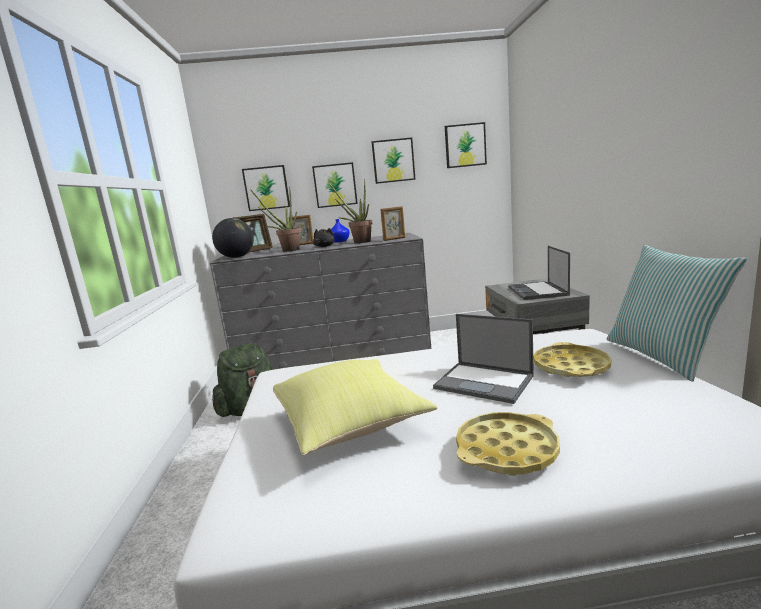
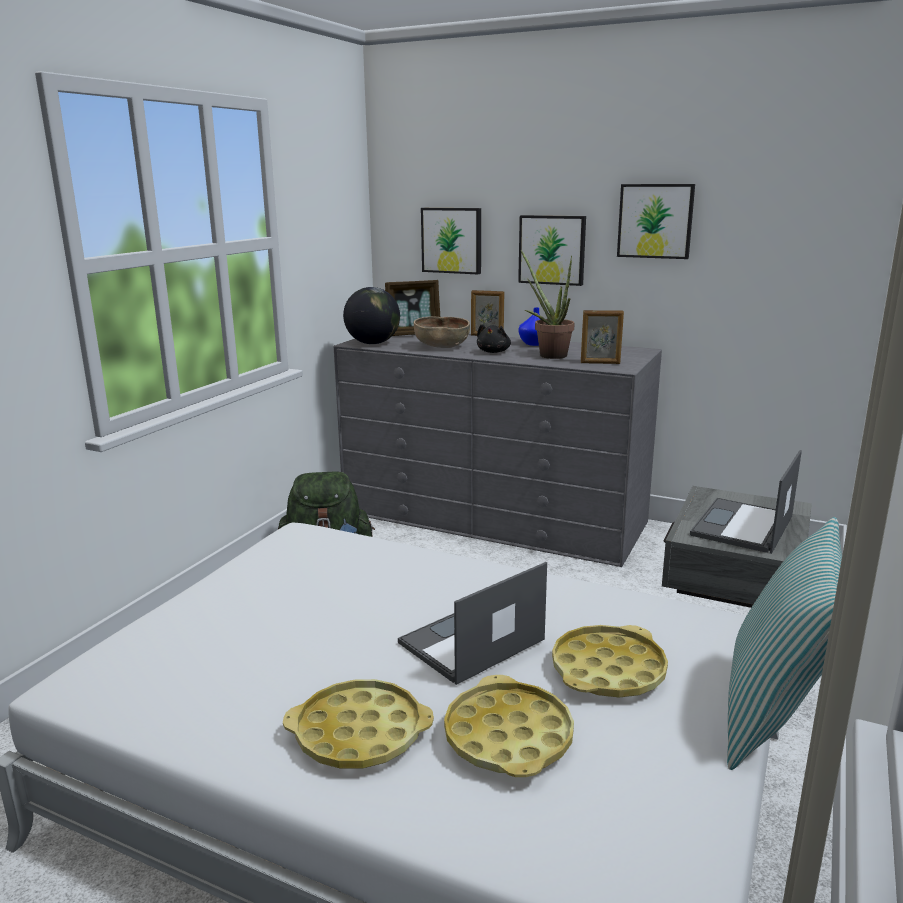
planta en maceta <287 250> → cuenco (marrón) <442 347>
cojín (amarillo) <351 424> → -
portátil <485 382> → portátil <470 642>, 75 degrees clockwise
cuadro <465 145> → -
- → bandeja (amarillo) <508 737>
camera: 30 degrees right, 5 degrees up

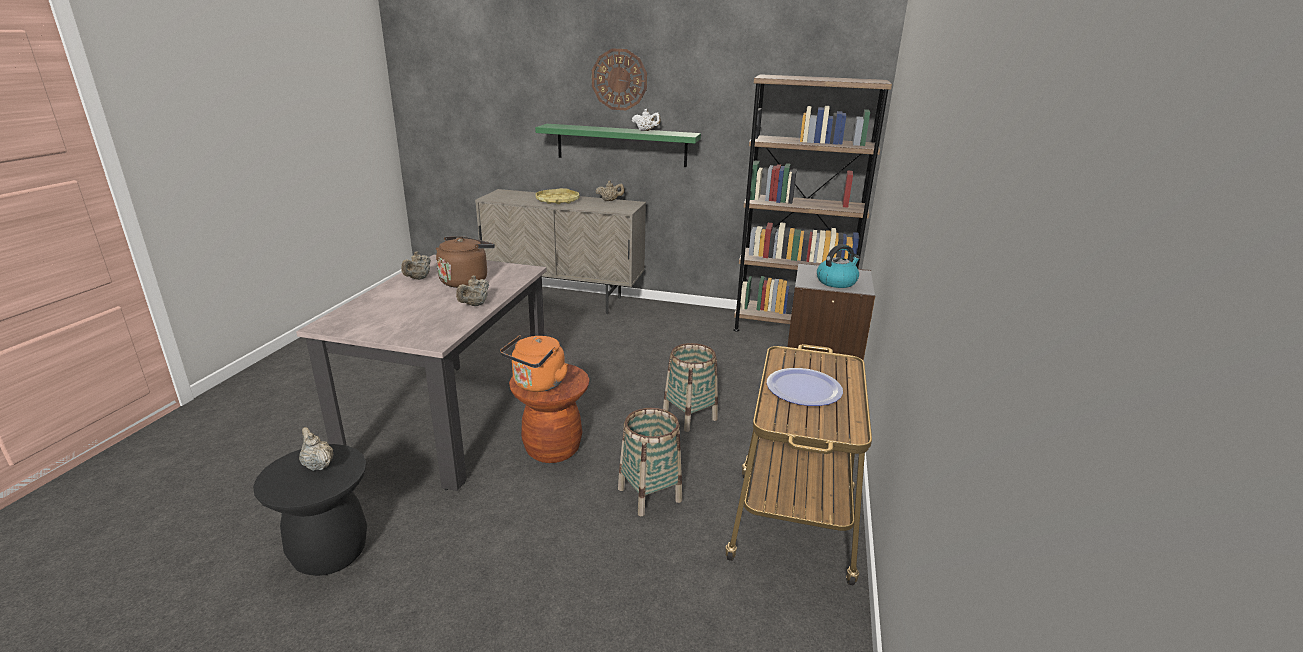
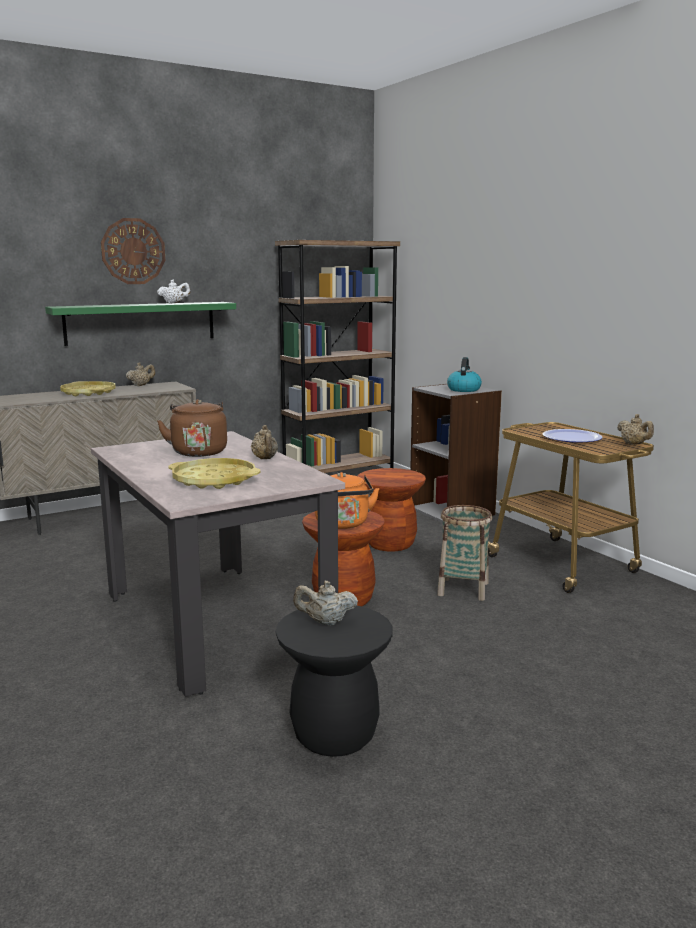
tetera (beis) <418 278> → tetera (beis) <634 444>, relocated
cesta <689 416> → taburete (marrón) <390 544>
- → bandeja (amarillo) <214 480>
camera: 45 degrees left, 10 degrees down

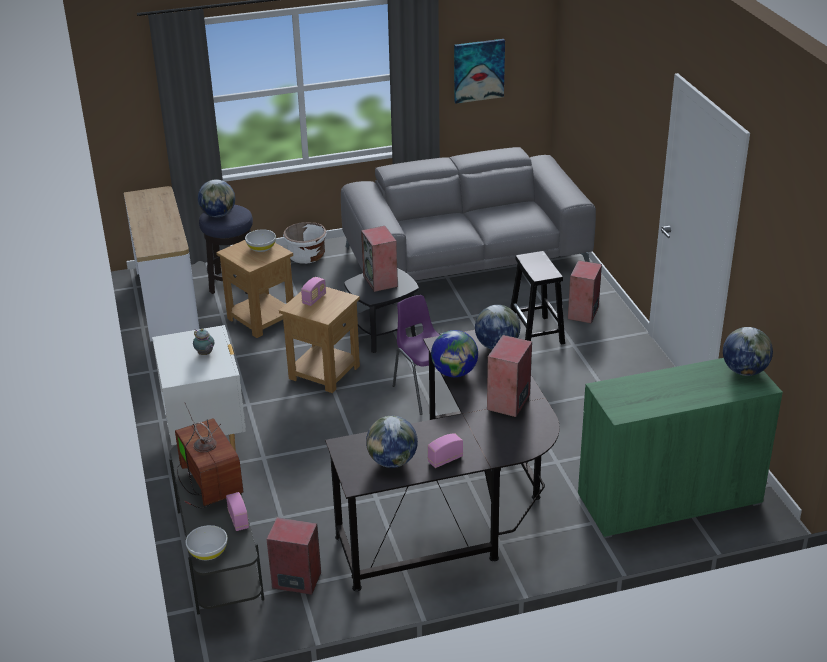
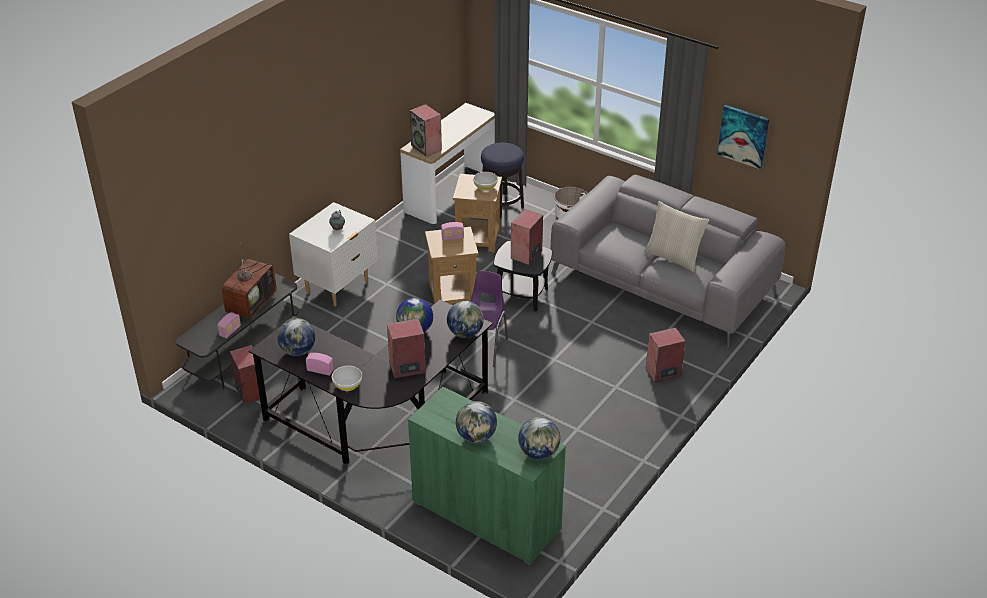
cuenco (blanco) <208 552> → cuenco (blanco) <348 385>, relocated
globo terráqueo <218 215> → globo terráqueo <476 437>, relocated
taburete (negro) <536 333> → -
- → altavoz <427 147>
- → cojín (beis) <673 257>
camera: 50 degrees right, 5 degrees up

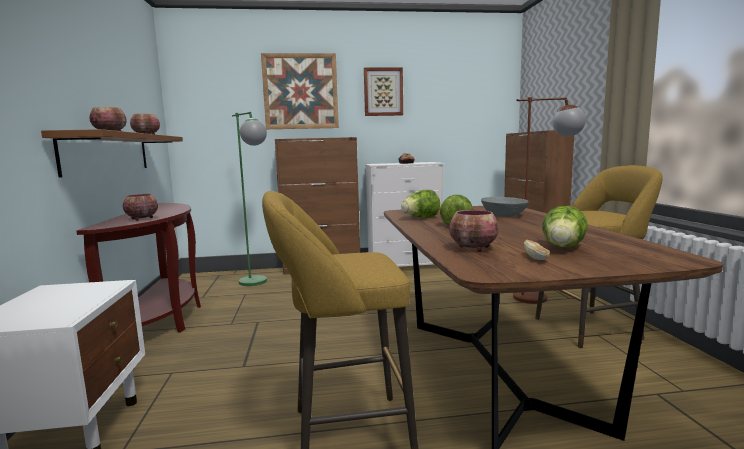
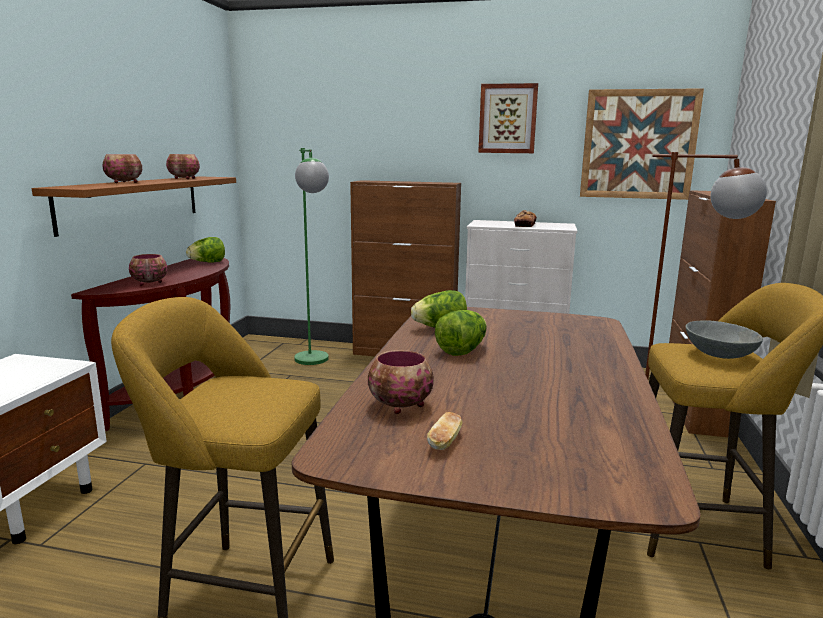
cuadro <300 91> → cuadro <638 144>, relocated
cuenco (gris) <503 216> → cuenco (gris) <718 354>, relocated
lechuga <563 248> → lechuga <207 262>, relocated
camera: 20 degrees right, 5 degrees up

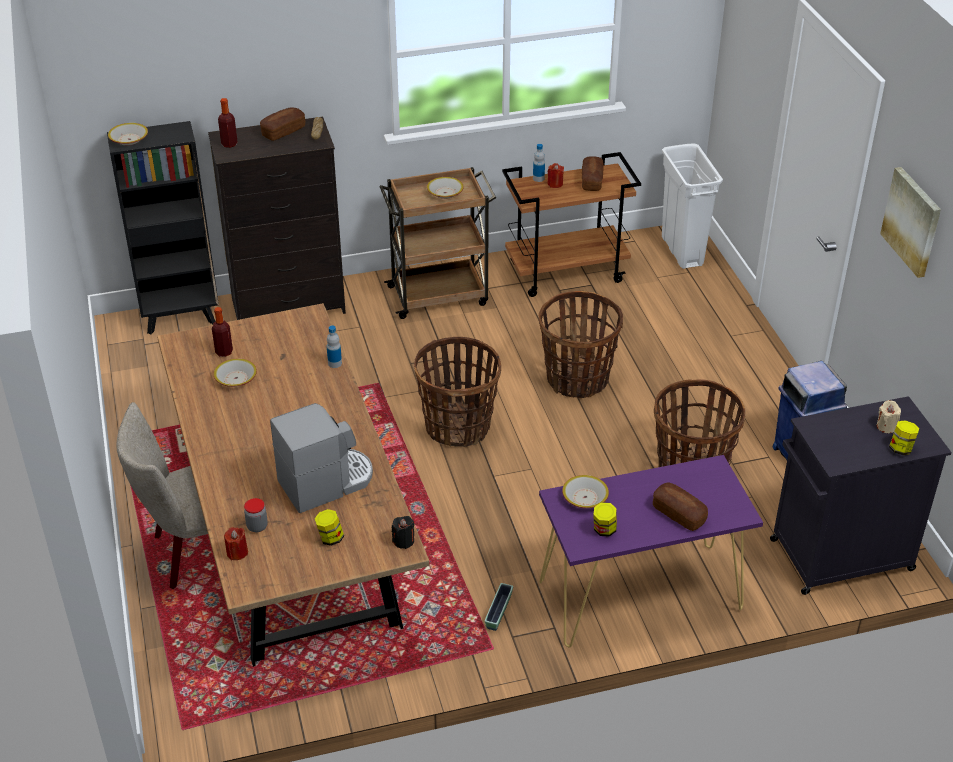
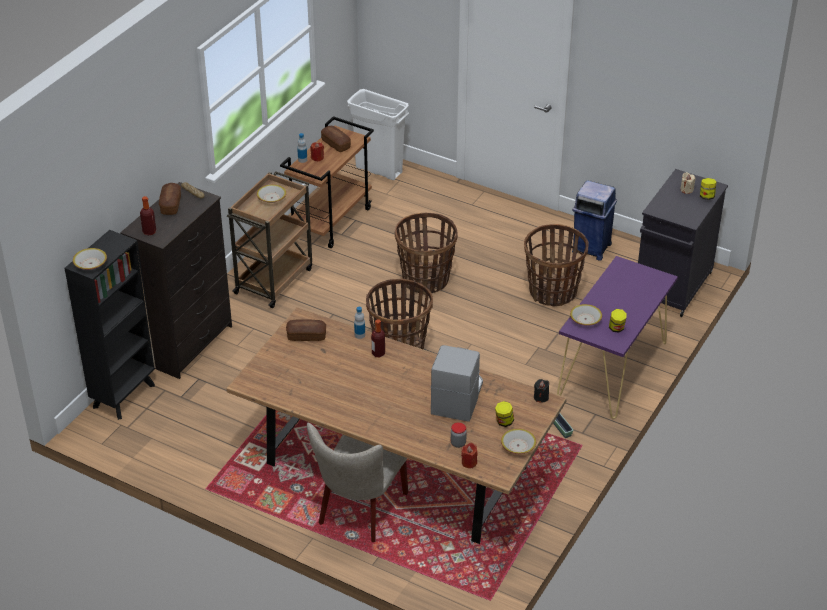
botella <224 352> → botella <378 353>, relocated
cuenco <236 378> → cuenco <518 446>, relocated
pan <679 514> → pan <306 336>, relocated
cuadro <912 221> → -
camera: 45 degrees left, 0 degrees up

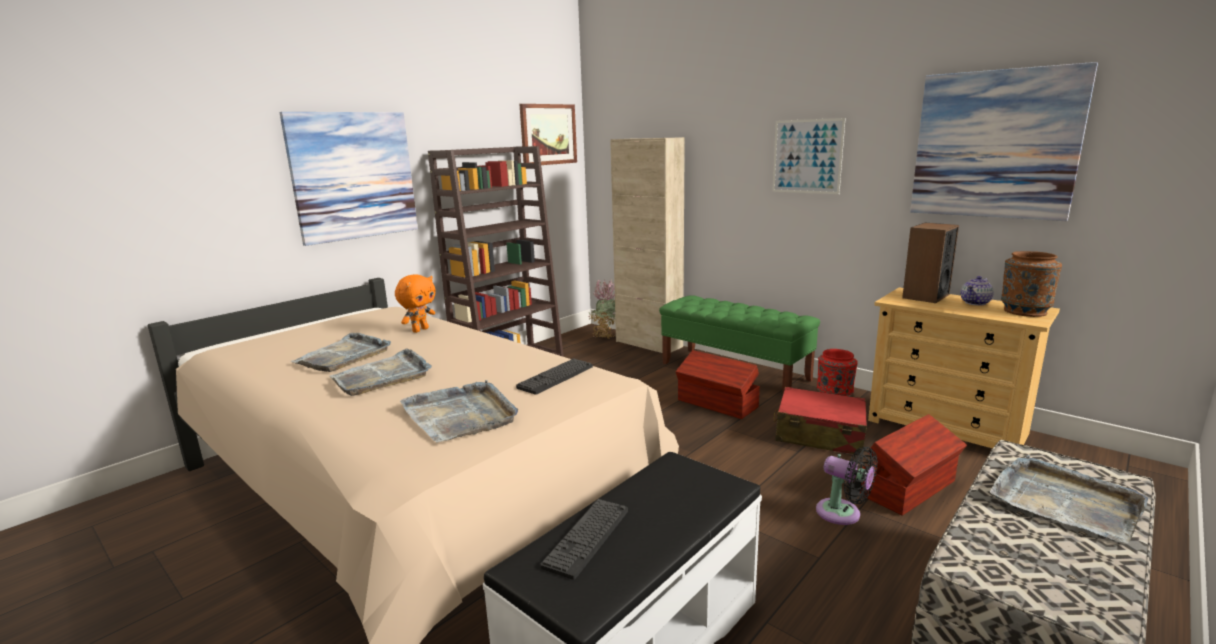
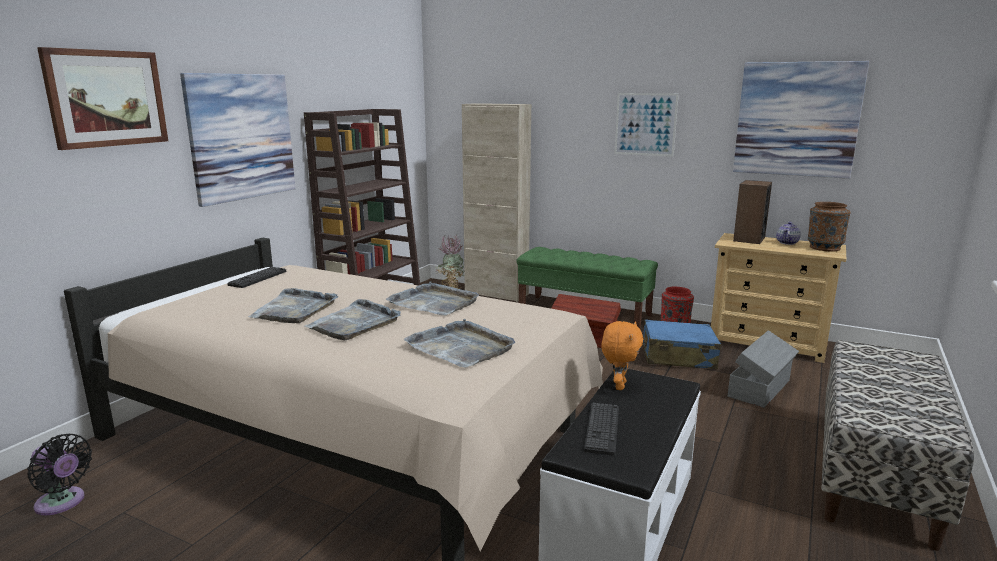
peluche (naranja) <420 330> → peluche (naranja) <618 386>, relocated
teclado <556 377> → teclado <258 278>, relocated
cuadro <548 134> → cuadro <106 98>, relocated
maleta (rojo) <819 435> → maleta (azul) <677 356>
ventilador (negro) <843 514> → ventilador (negro) <62 503>, relocated
caja de almacenaje (marrón) <909 488> → caja de almacenaje (gris) <760 388>
bandeja (gris) <1064 502> → bandeja (gris) <434 302>, relocated
camera: 15 degrees left, 0 degrees up

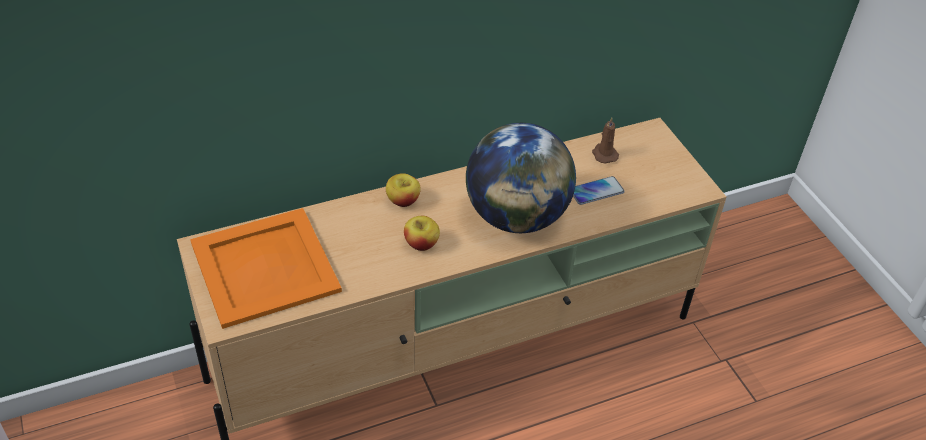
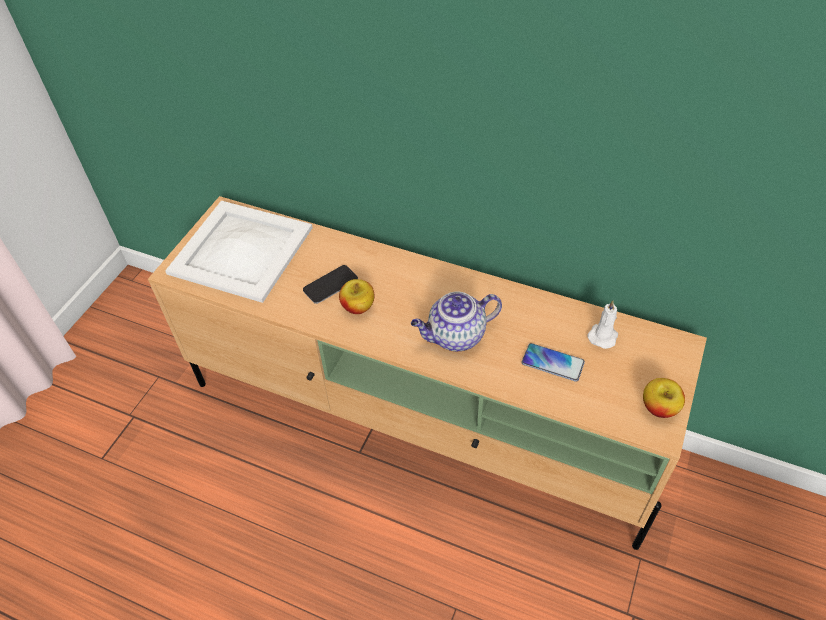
bandeja (naranja) <264 268> → bandeja (blanco) <240 251>
manzana <403 201> → manzana <659 407>, relocated
globo terráqueo <516 217> → tetera <455 337>
vela (marrón) <604 154> → vela (blanco) <603 335>
- → móvil <330 285>
camera: 50 degrees right, 5 degrees up

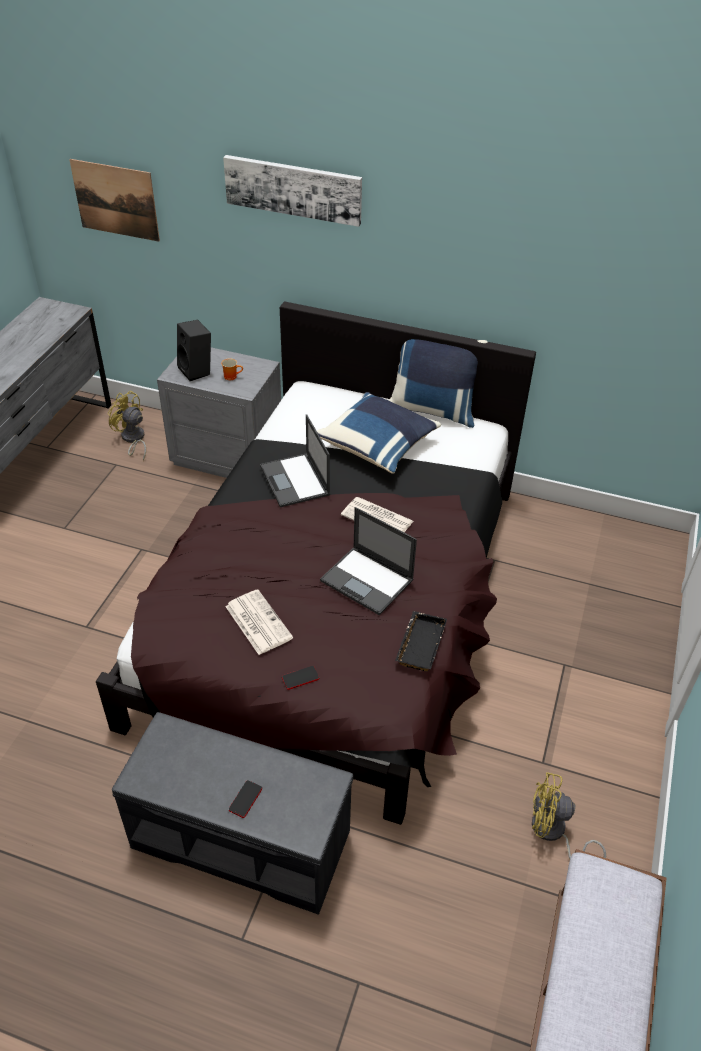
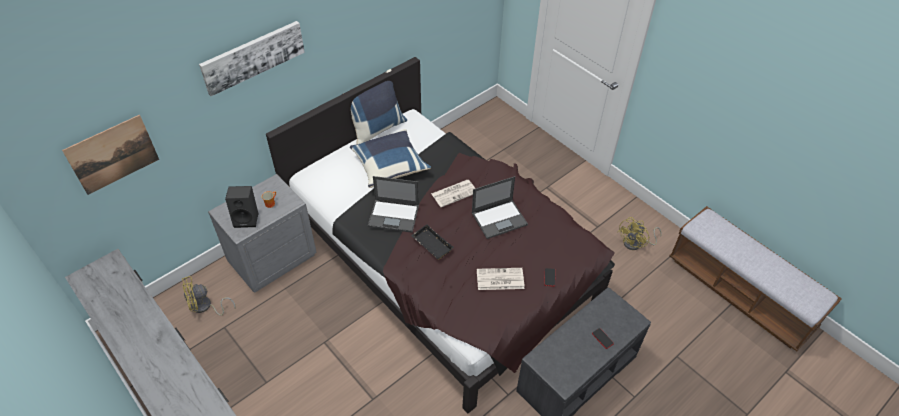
bandeja (negro) <419 644> → bandeja (negro) <431 245>, relocated
camera: 60 degrees left, 5 degrees up

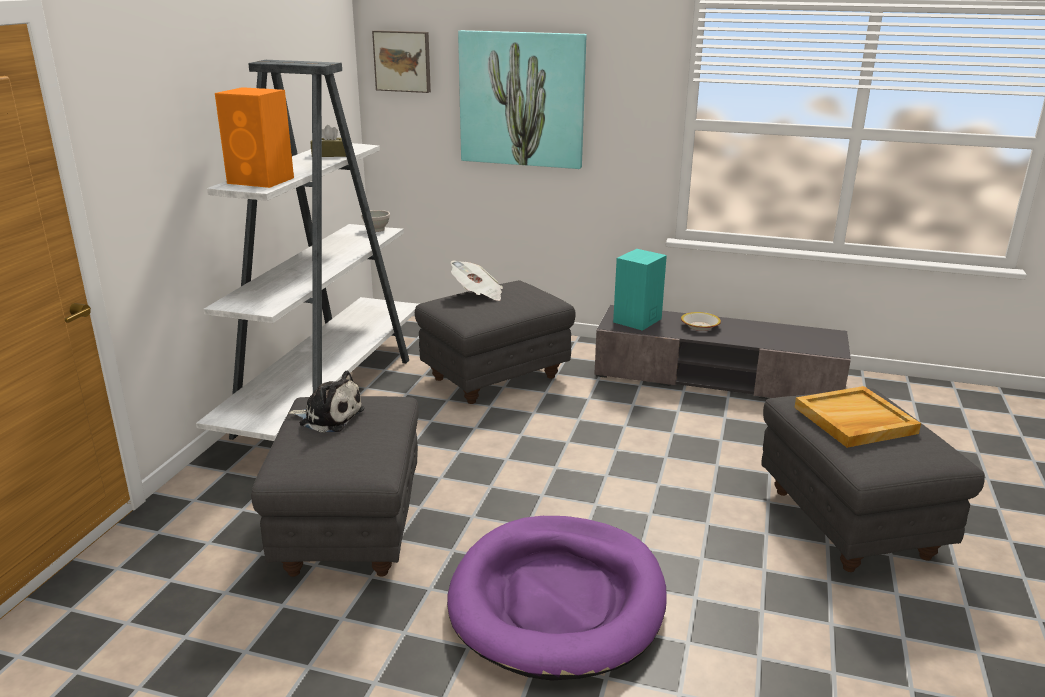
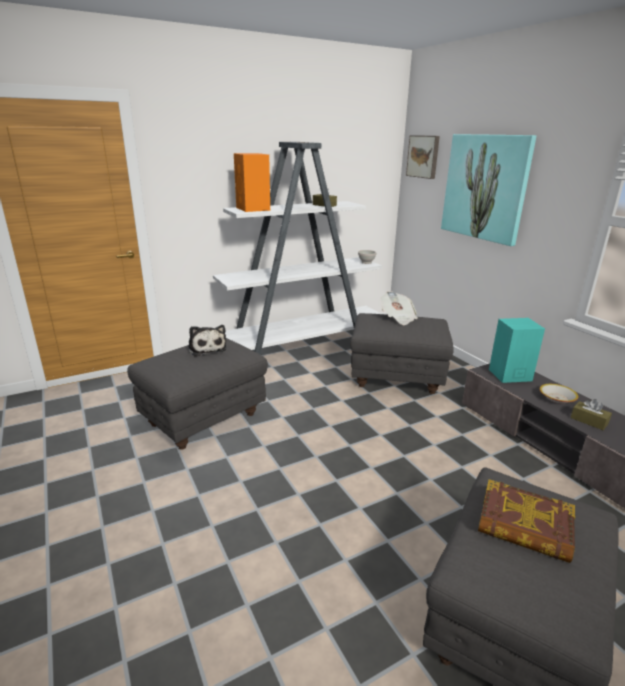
cama para perro (morado) <558 600> → -
bandeja (beis) <854 420> → libro <524 526>
- → caja de pañuelos (marrón) <589 421>
camera: 45 degrees right, 0 degrees up

